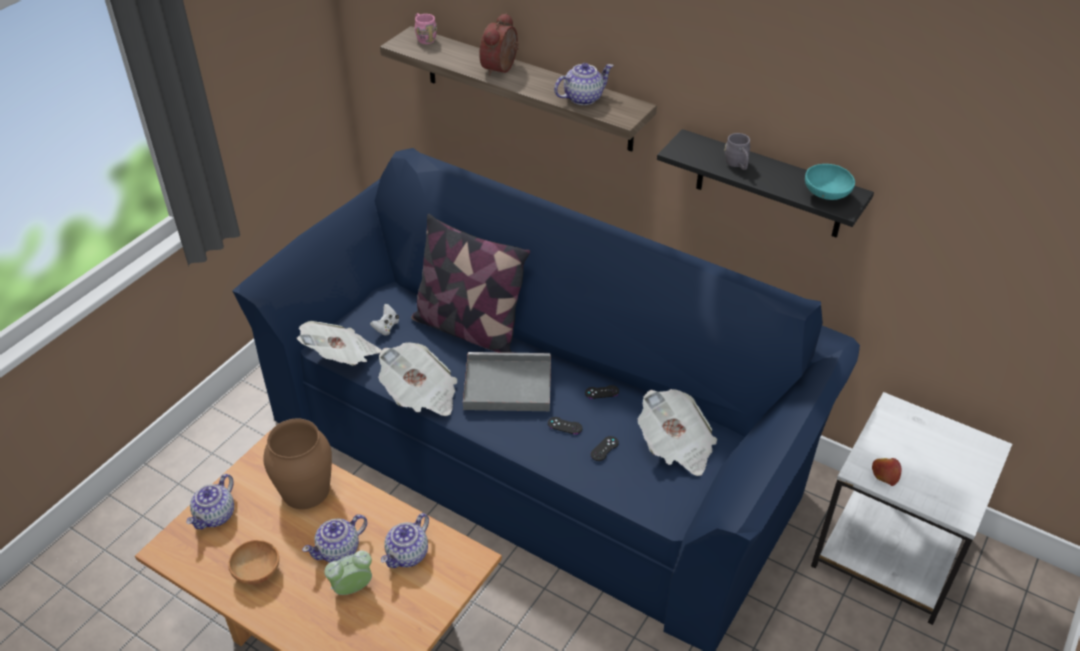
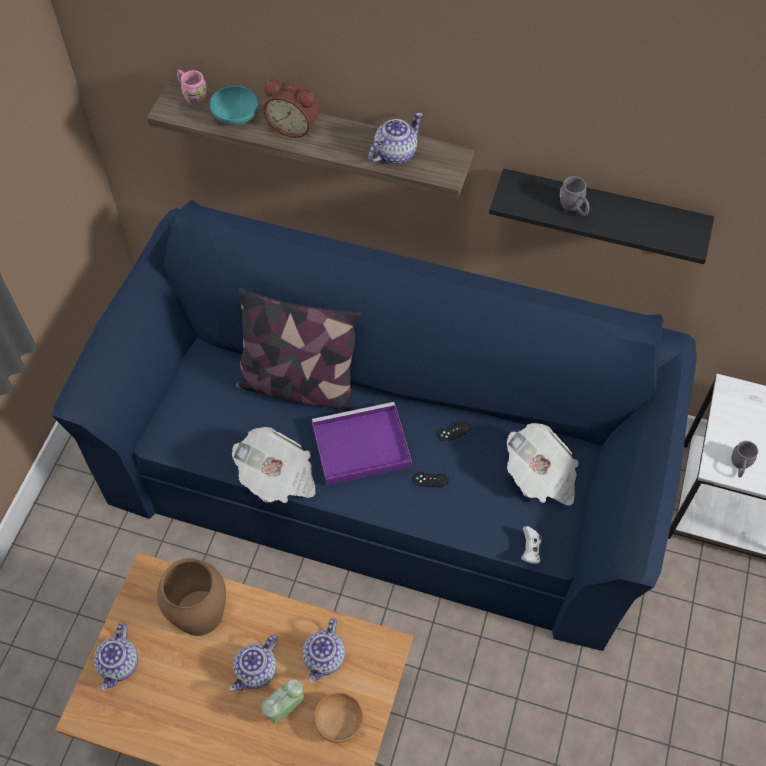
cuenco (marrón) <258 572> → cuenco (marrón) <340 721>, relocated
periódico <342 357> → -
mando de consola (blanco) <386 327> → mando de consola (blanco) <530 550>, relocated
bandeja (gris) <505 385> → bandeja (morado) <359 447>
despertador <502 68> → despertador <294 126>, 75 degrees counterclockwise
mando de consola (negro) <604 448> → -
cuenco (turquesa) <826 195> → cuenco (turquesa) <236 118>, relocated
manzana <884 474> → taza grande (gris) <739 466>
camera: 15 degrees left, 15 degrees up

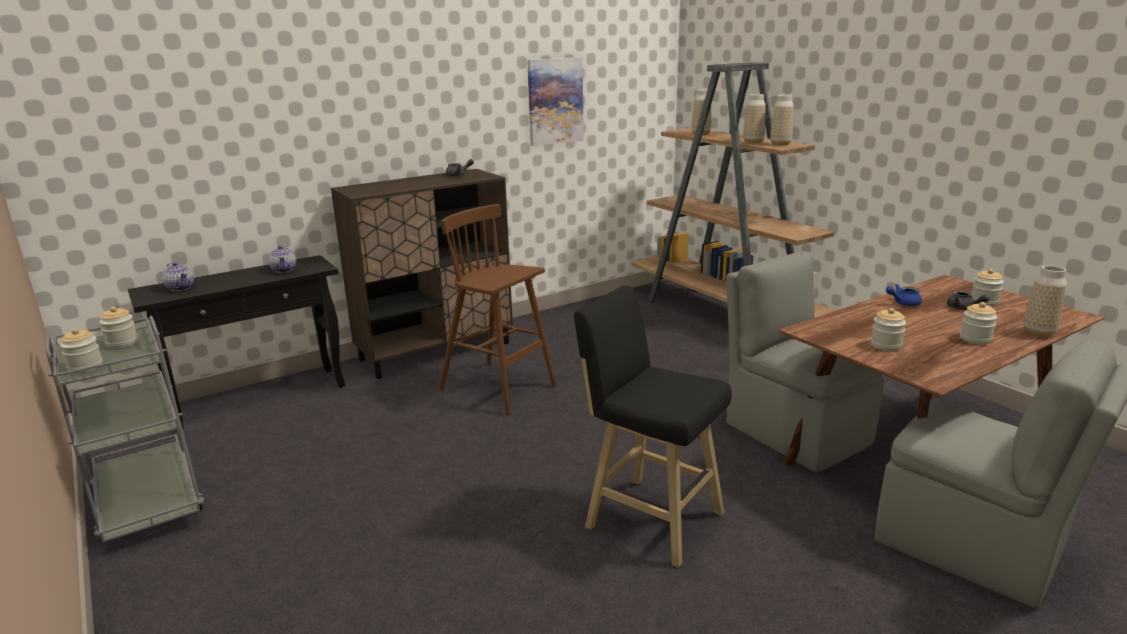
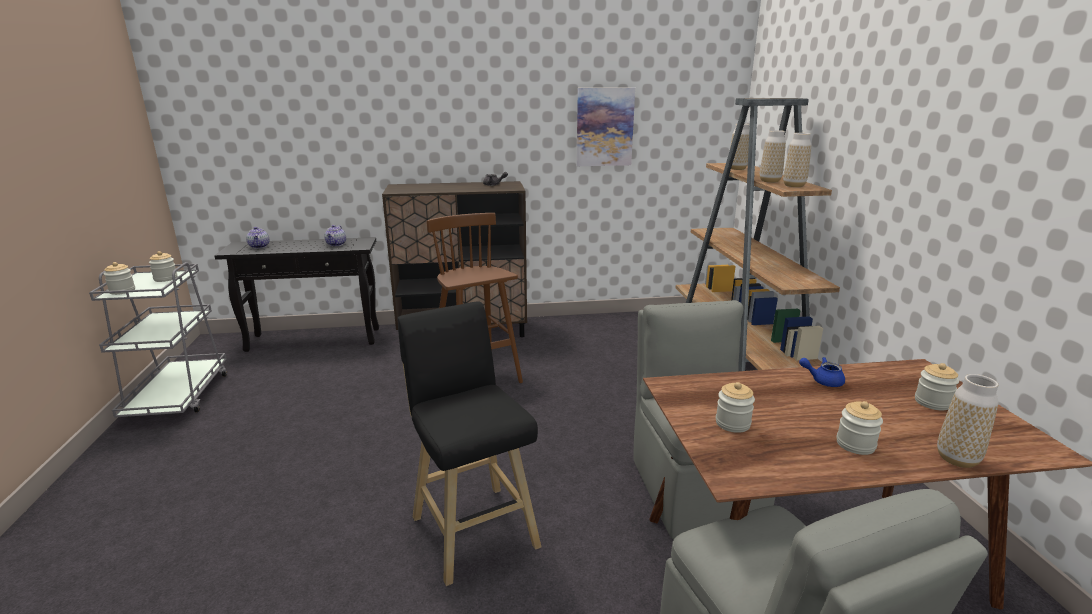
tetera (gris) <964 308> → -
camera: 25 degrees right, 0 degrees up

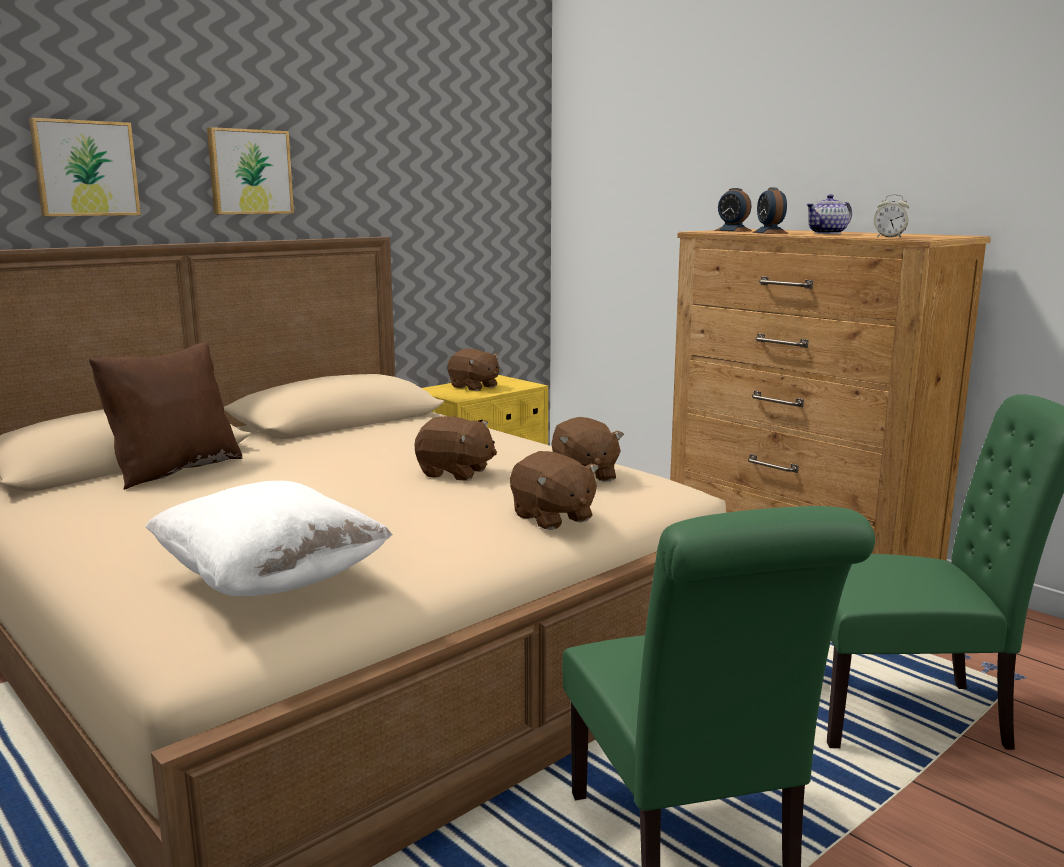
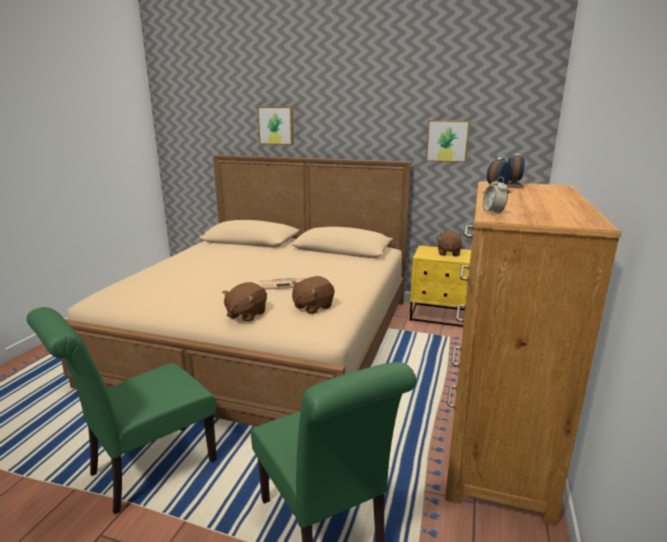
cojín (marrón) <173 469> → -
cojín (blanco) <271 581> → -
cuadro <249 172> → cuadro <447 140>, relocated
peluche (marrón) <455 473> → periódico <285 284>
tetera <828 233> → -
camera: 60 degrees right, 5 degrees up

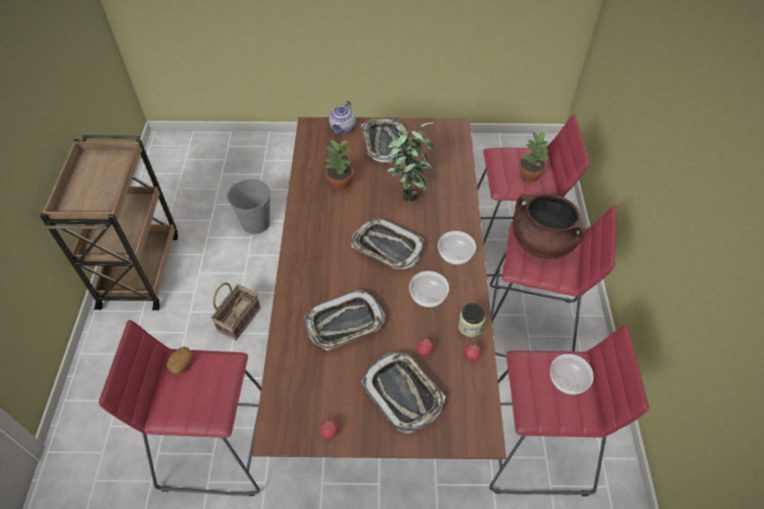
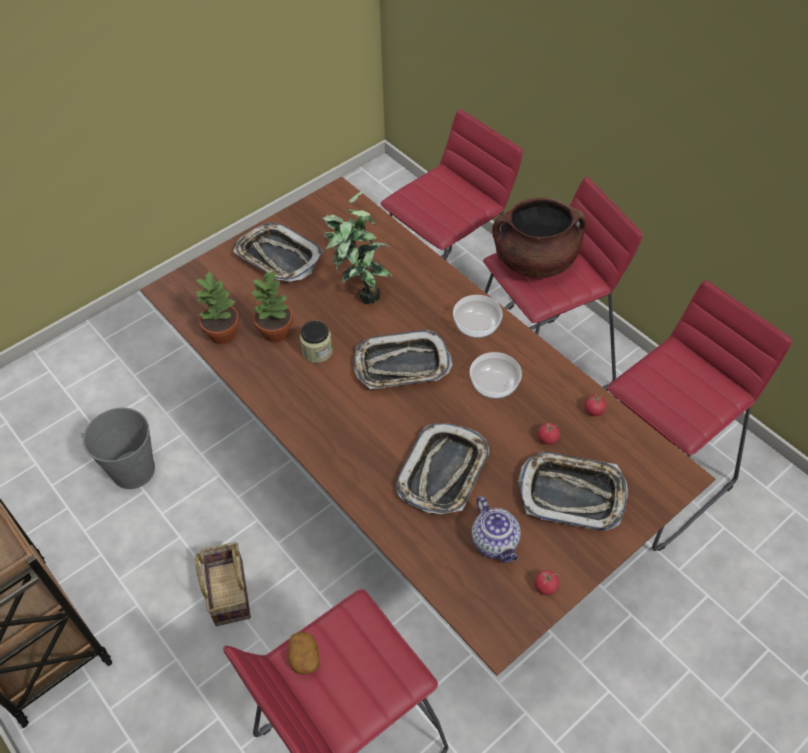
tetera <342 128> → tetera <495 543>, relocated
tarro <470 326> → tarro <317 351>, relocated
planta en maceta <529 175> → planta en maceta <222 333>, relocated
cuenco <567 380> → -
camera: 40 degrees left, 0 degrees up

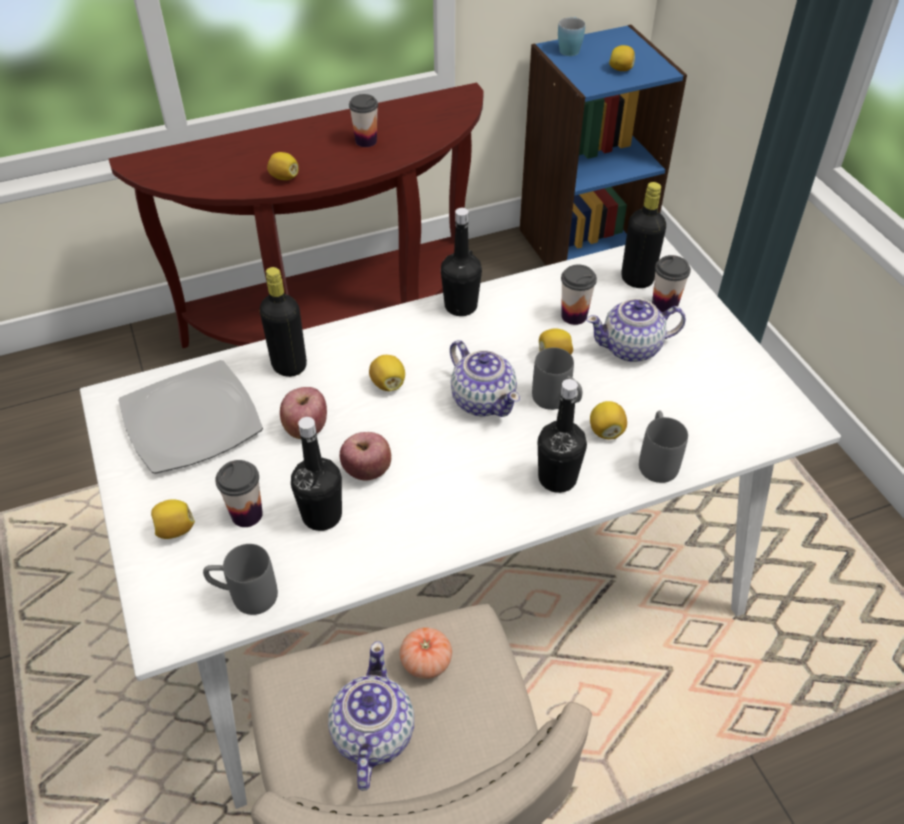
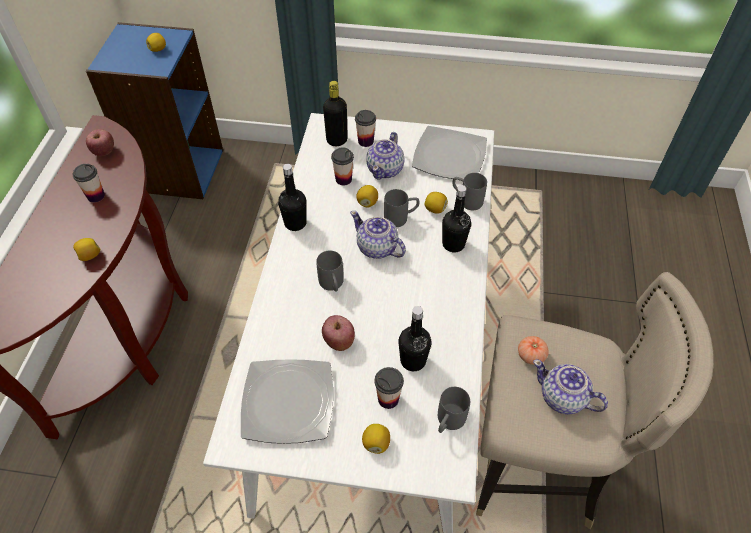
botella (negro) <289 366> → -
manzana <367 471> → manzana <104 152>, relocated
limón <388 384> → taza grande (gris) <332 285>
tetera <483 400> → tetera <377 248>, 135 degrees counterclockwise
taza grande (azul) <570 48> → -
- → plato <448 156>
camera: 60 degrees left, 5 degrees up

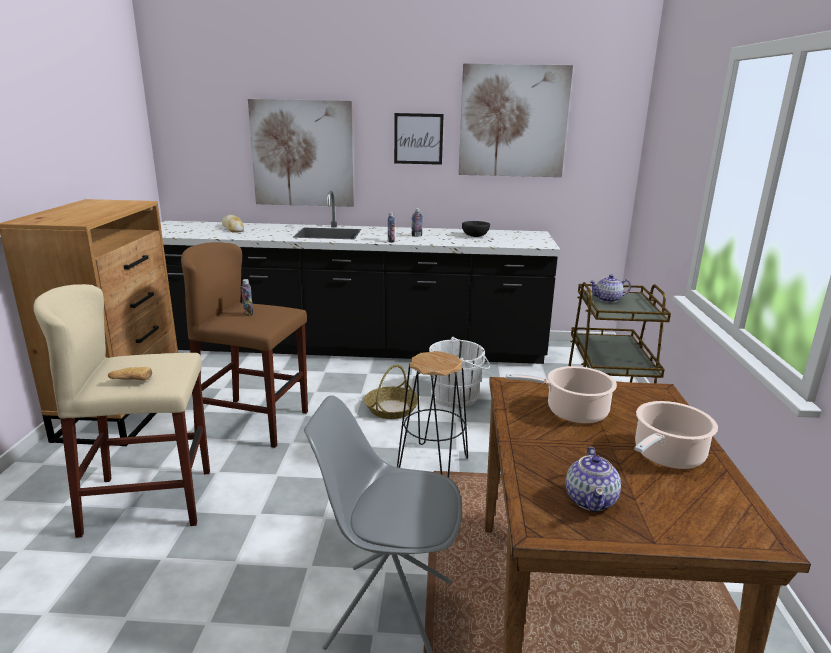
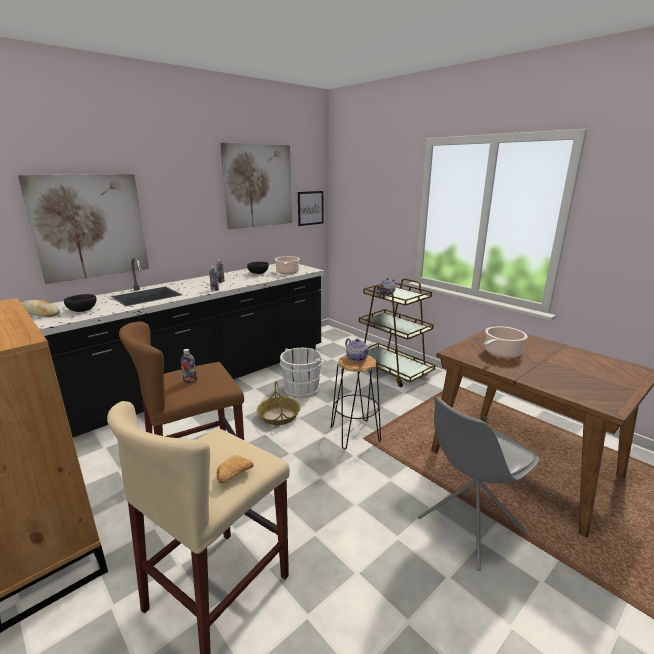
cuadro <418 139> → cuadro <310 208>, relocated
tetera <591 500> → tetera <357 358>, relocated
olla <666 456> → olla <287 272>, relocated
- → cuenco (negro) <82 310>
camera: 45 degrees left, 0 degrees up

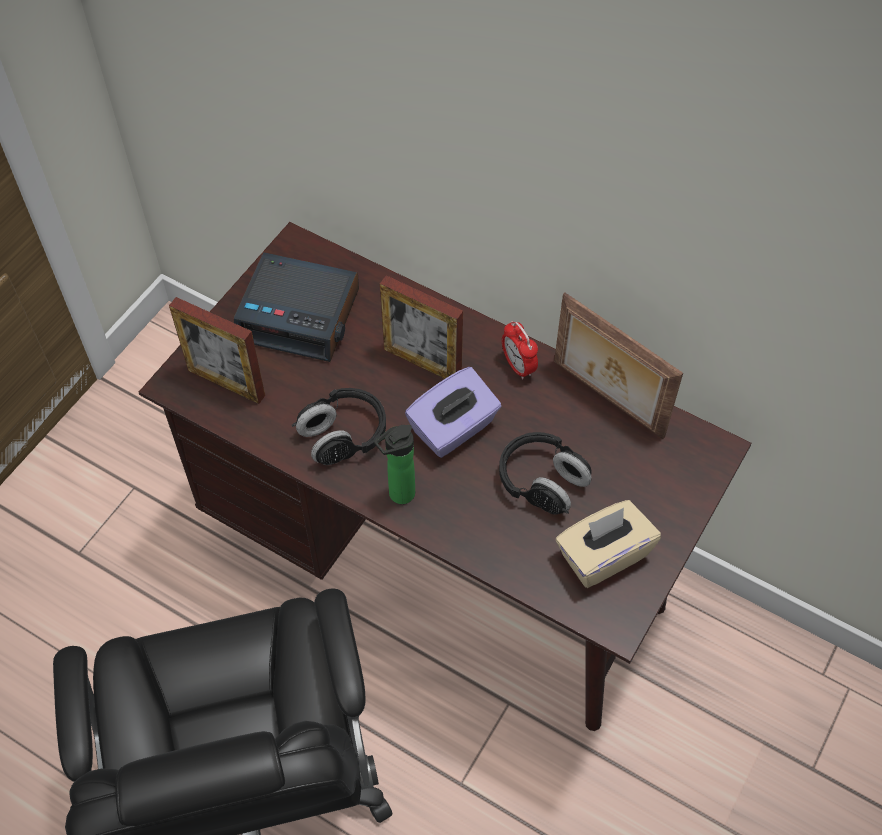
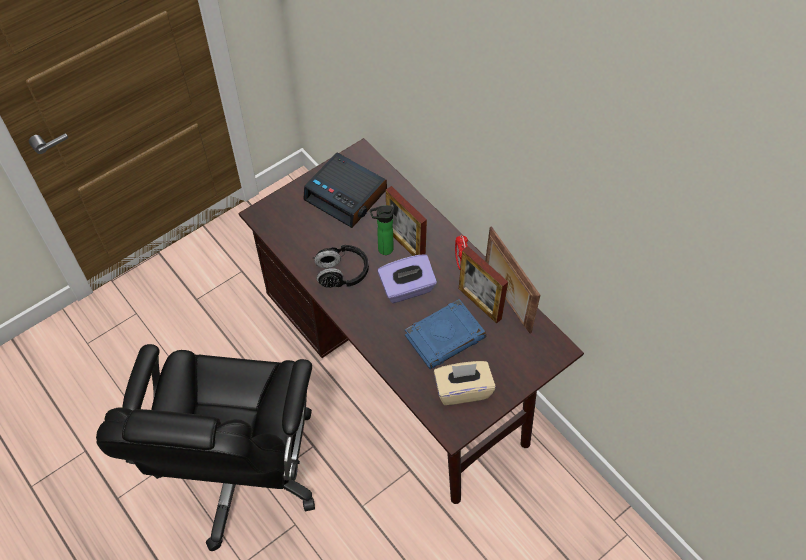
portarretratos <226 383> → portarretratos <479 303>, relocated
botella <398 495> → botella <383 249>, relocated
auriculares (negro) <542 483> → libro (azul) <445 336>
camera: 20 degrees right, 0 degrees up

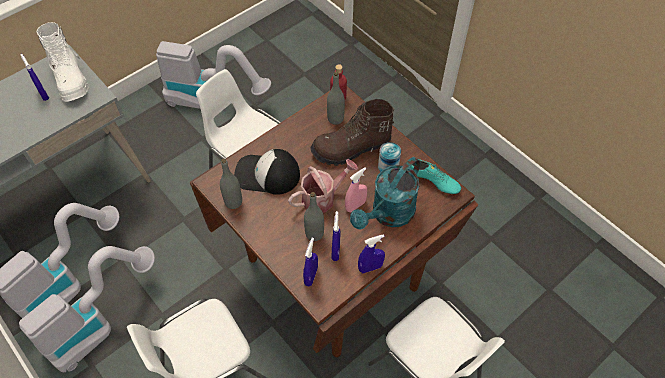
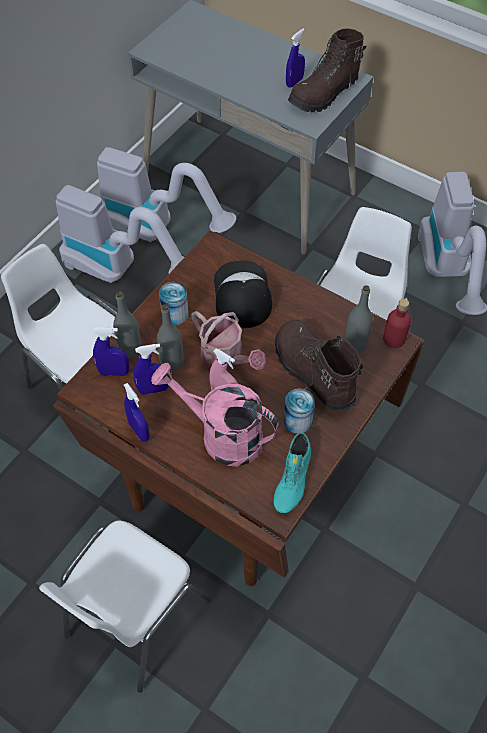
bota (blanco) <70 79> → bota (marrón) <325 94>
botella (gris) <233 202> → botella (gris) <130 350>, relocated
regadera (turquesa) <388 215> → regadera (rosa) <221 435>
- → lata <175 314>
camera: 75 degrees right, 0 degrees up

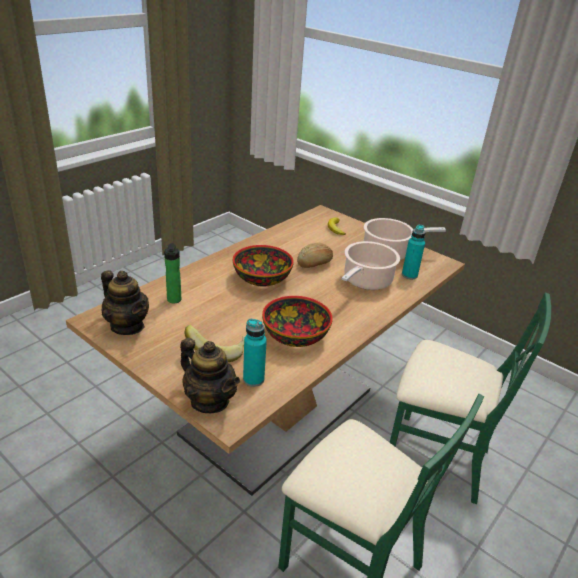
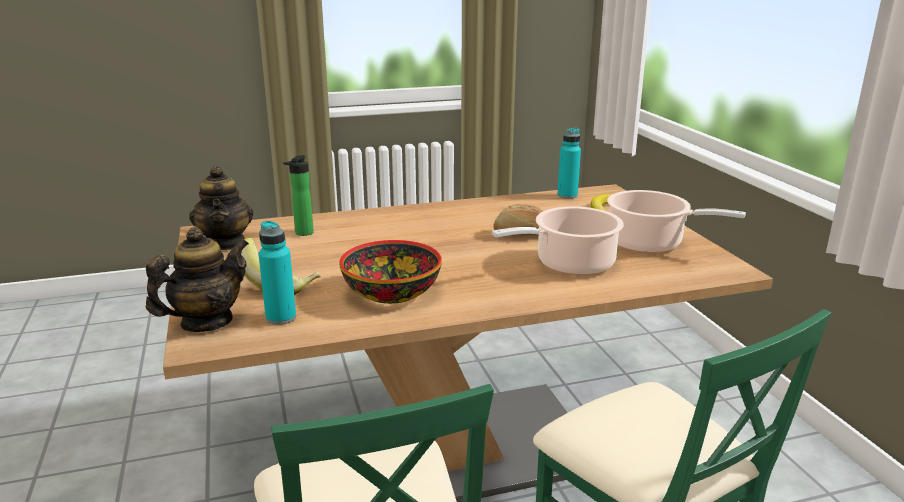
tetera <209 401> → tetera <206 322>, 120 degrees counterclockwise
cuenco <262 279> → -
botella (turquesa) <409 275> → botella (turquesa) <567 195>, relocated
camera: 35 degrees right, 10 degrees down

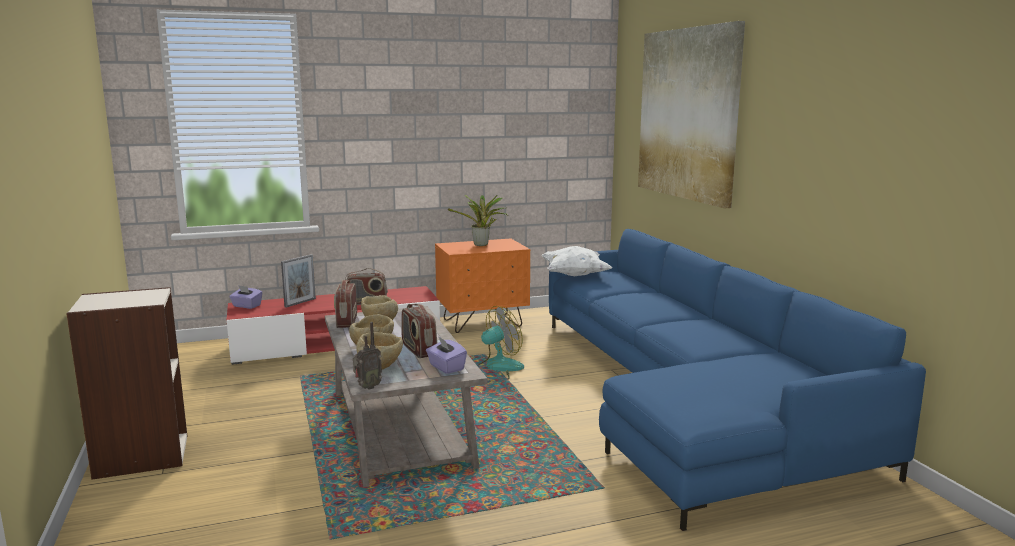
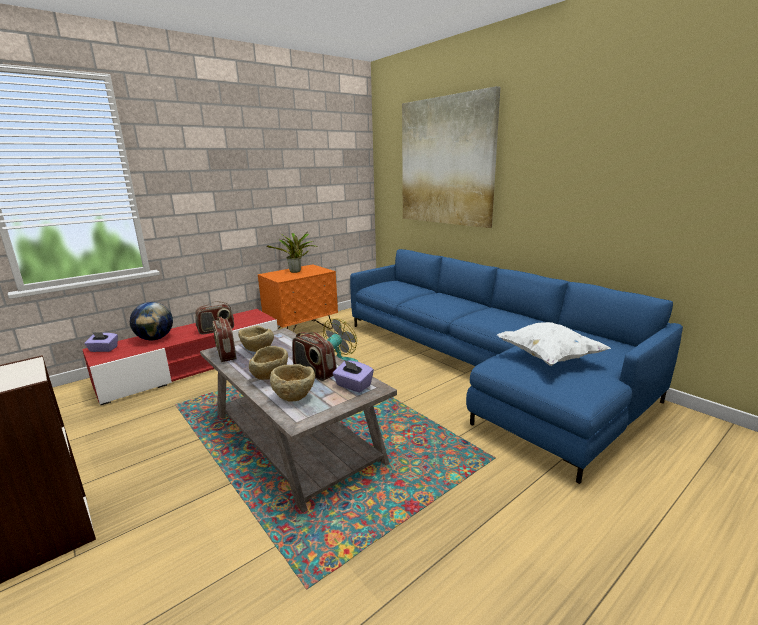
portarretratos <300 303> → globo terráqueo <155 338>
radio <367 387> → -
cojín (blanco) <574 275> → cojín (blanco) <548 358>, relocated
camera: 20 degrees left, 5 degrees up

